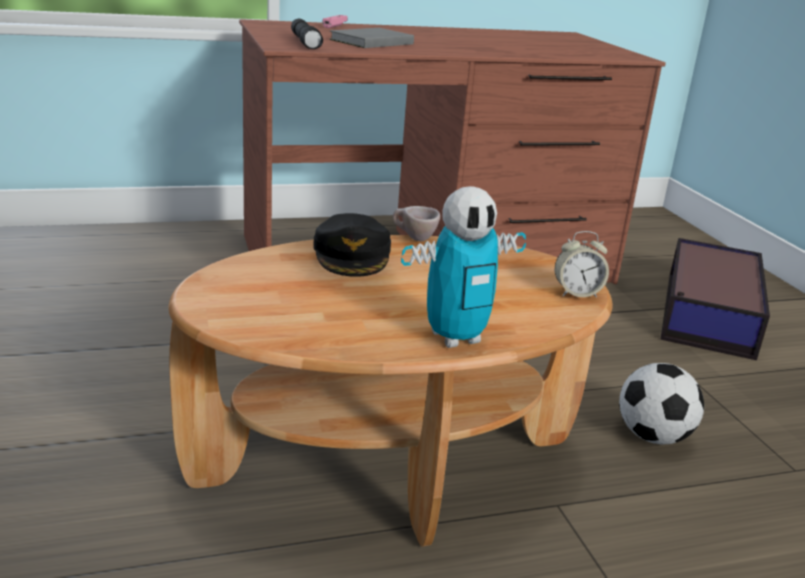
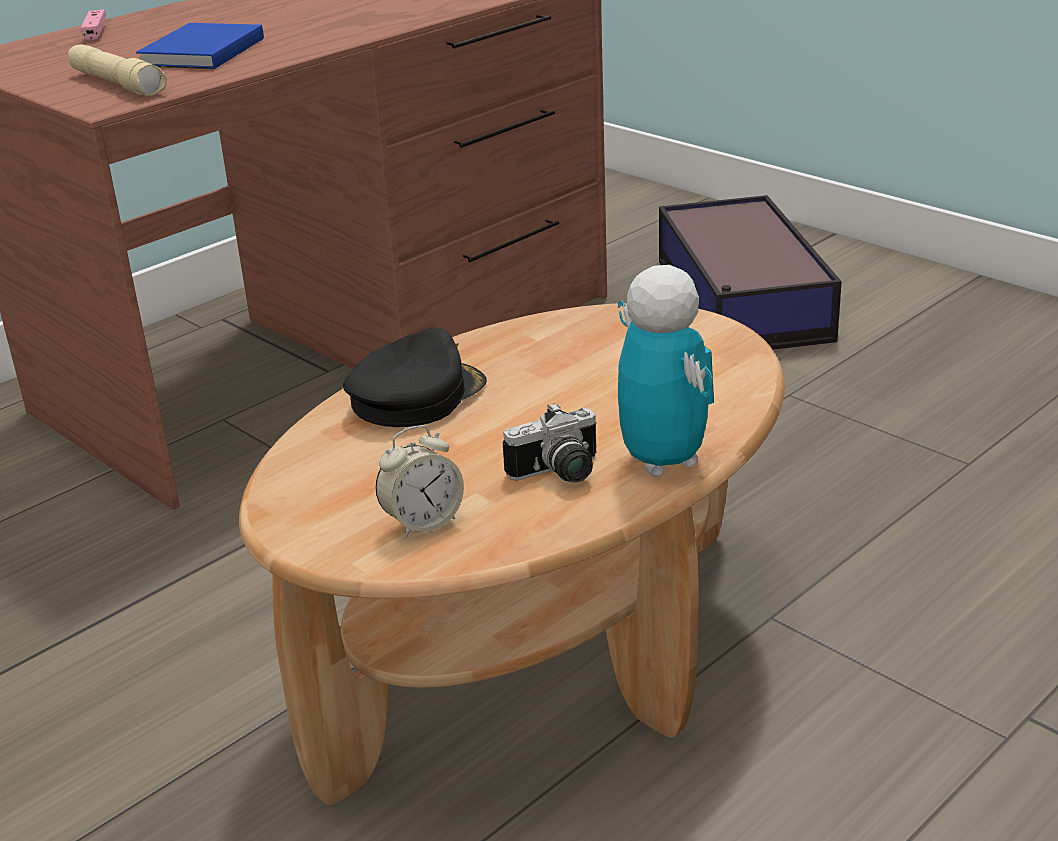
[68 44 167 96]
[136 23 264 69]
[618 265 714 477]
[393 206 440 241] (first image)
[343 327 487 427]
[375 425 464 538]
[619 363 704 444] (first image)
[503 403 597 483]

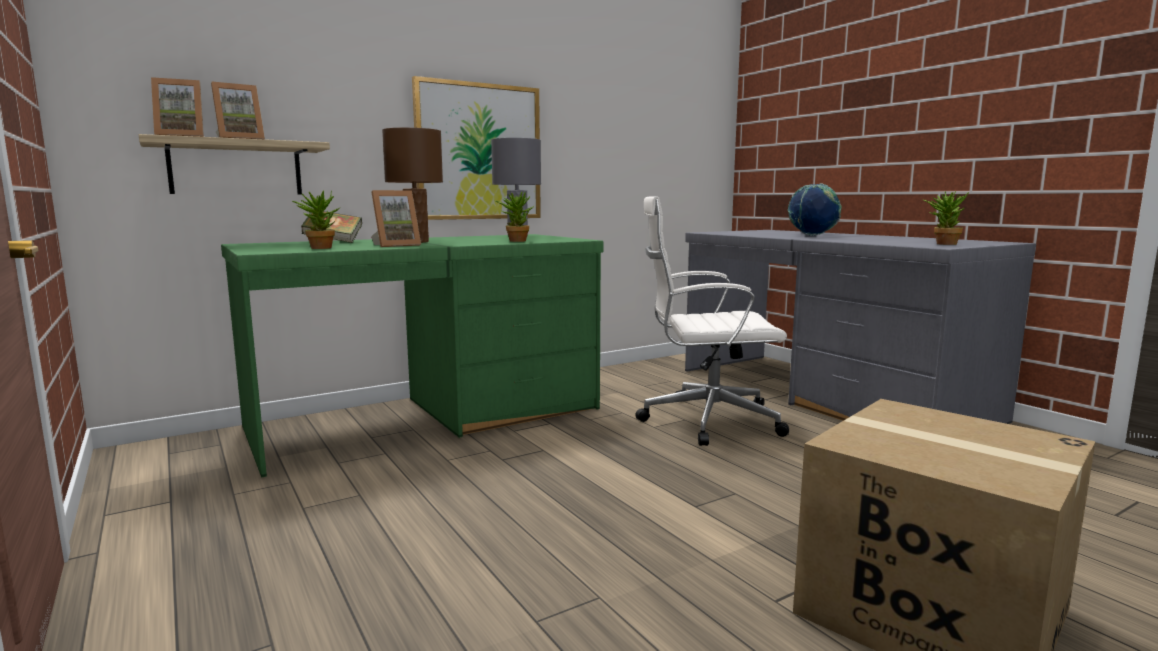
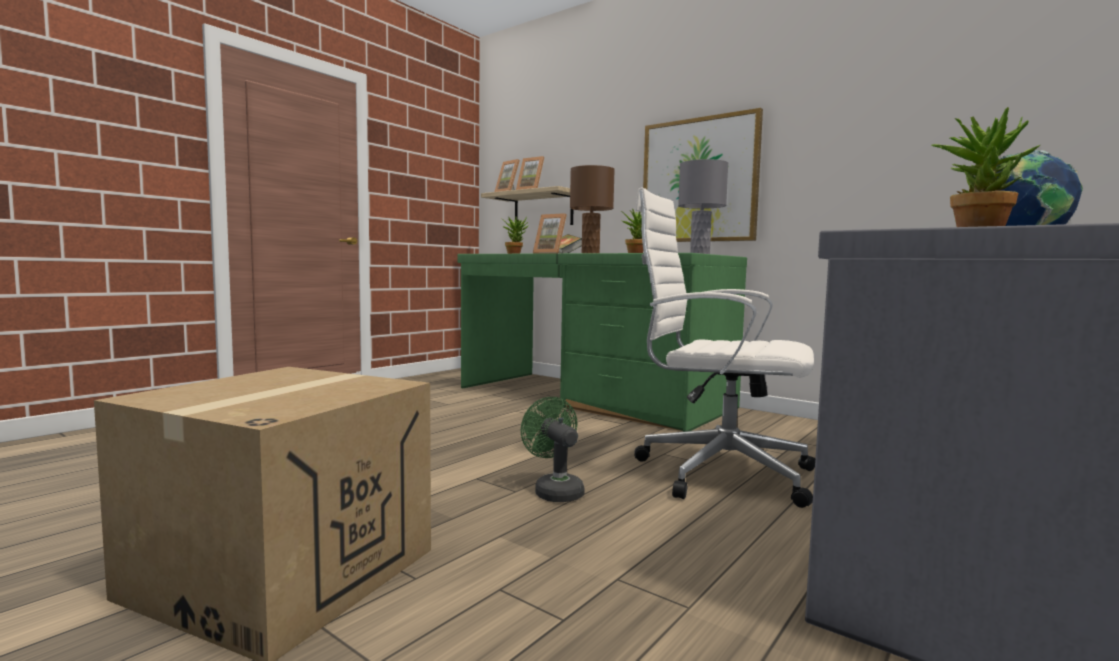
[634 187 815 508]
[521 397 584 502]

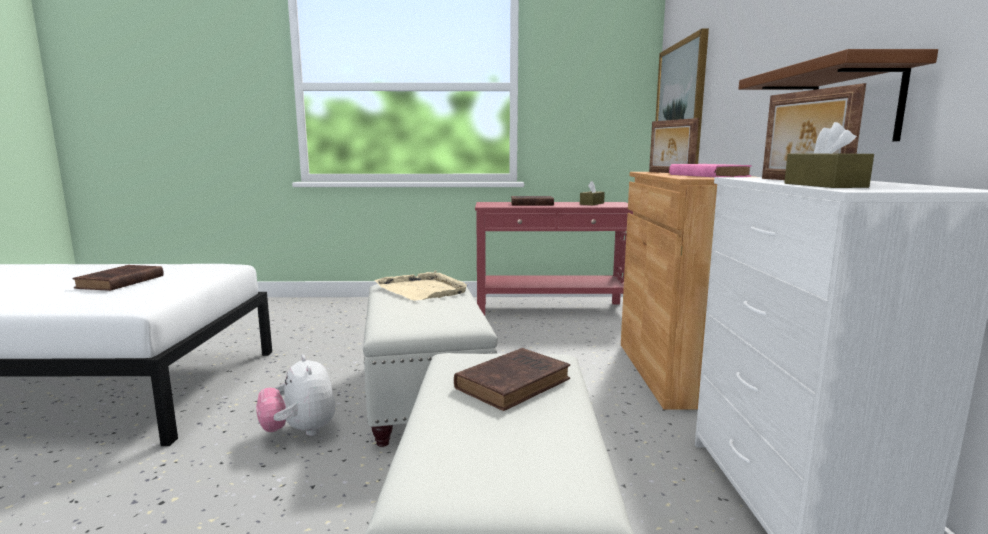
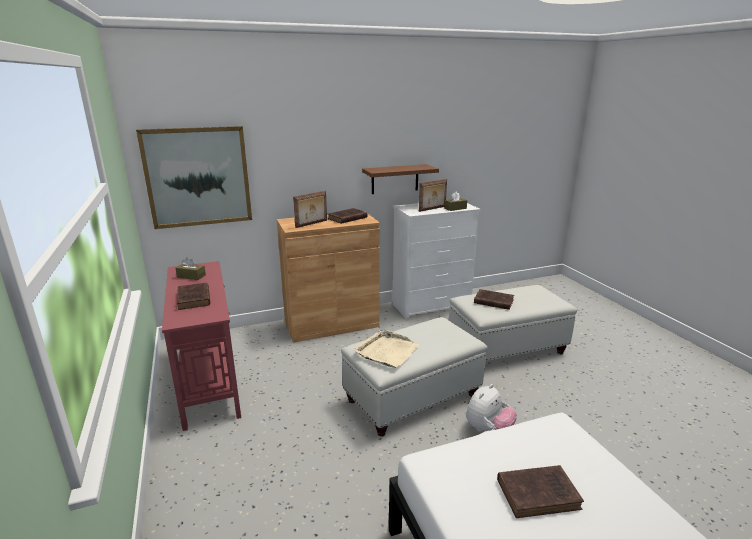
[328 208 367 224]

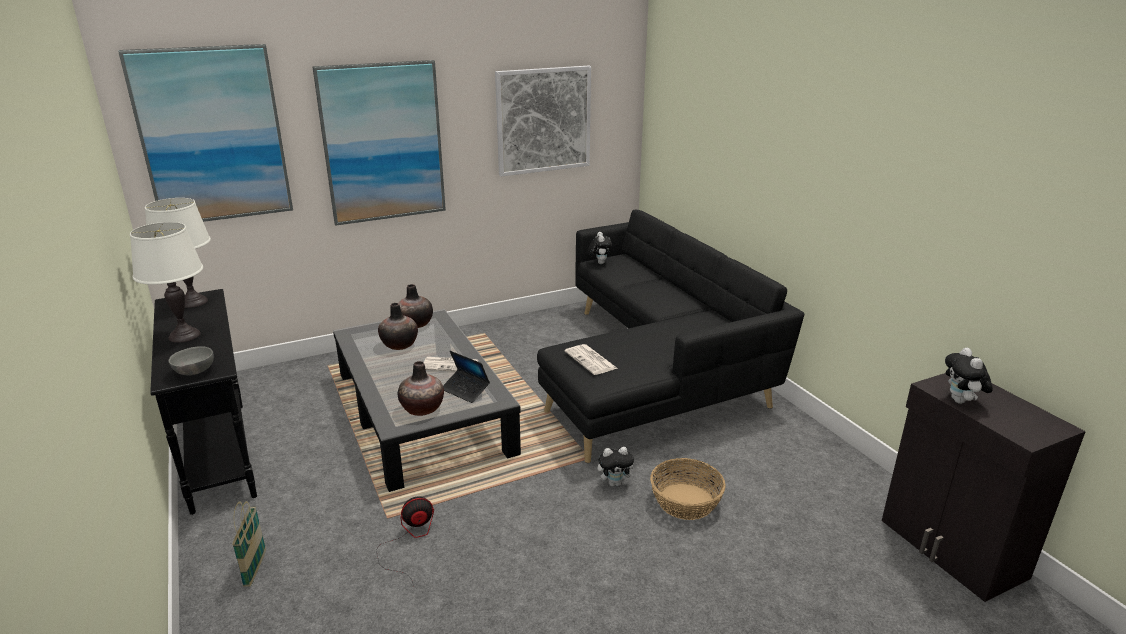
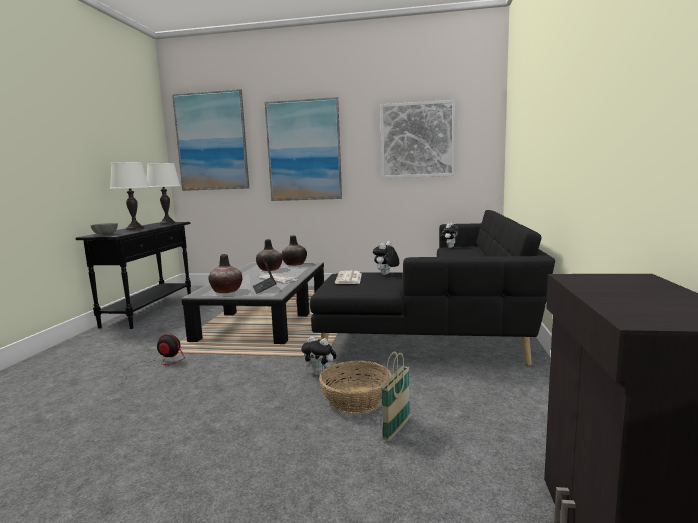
[373 241 399 275]
[381 352 410 441]

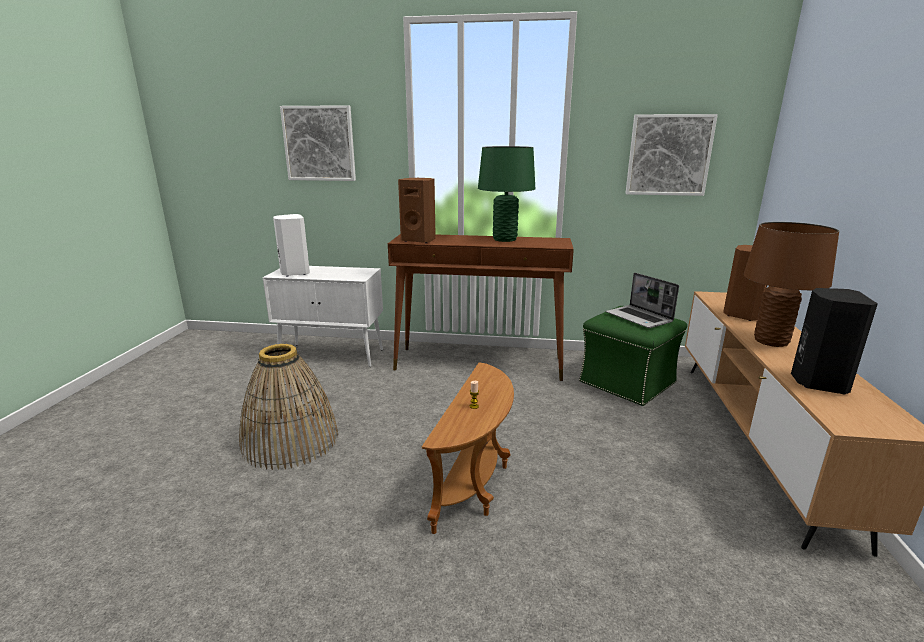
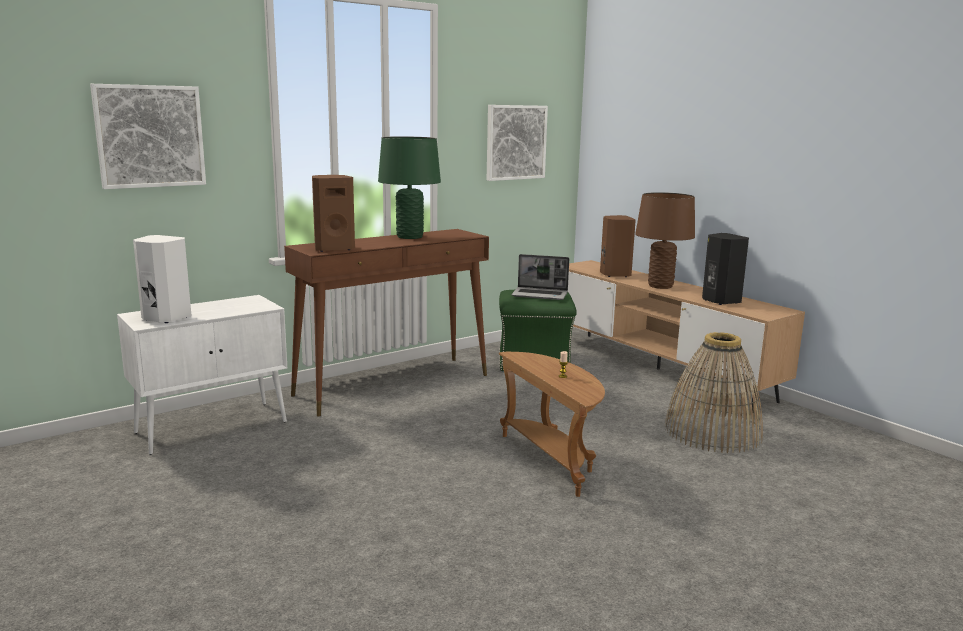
[665 332 763 453]

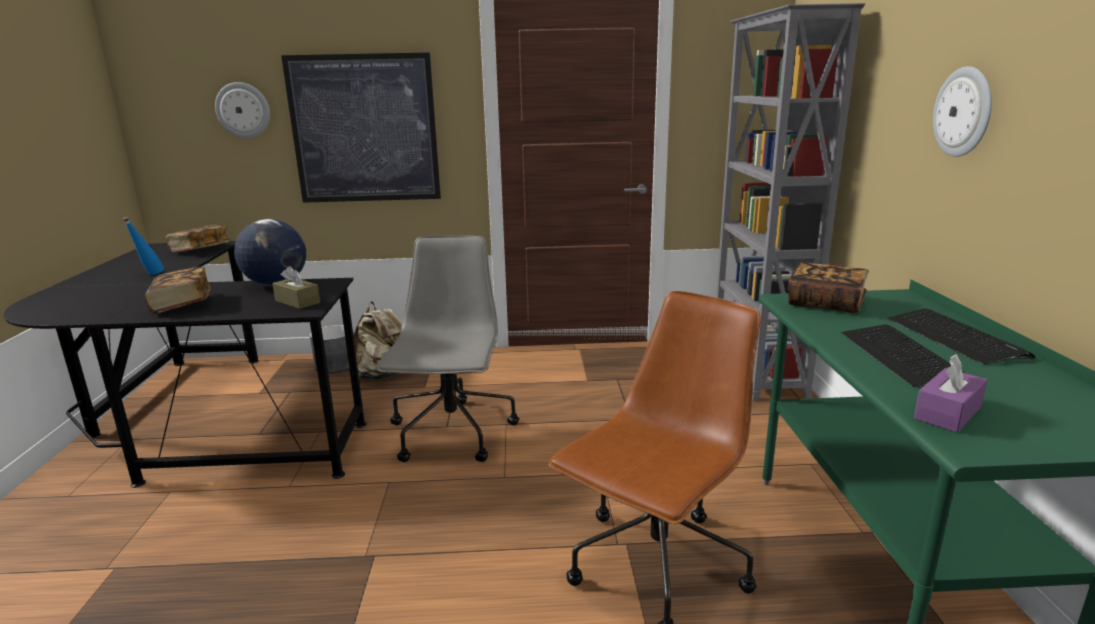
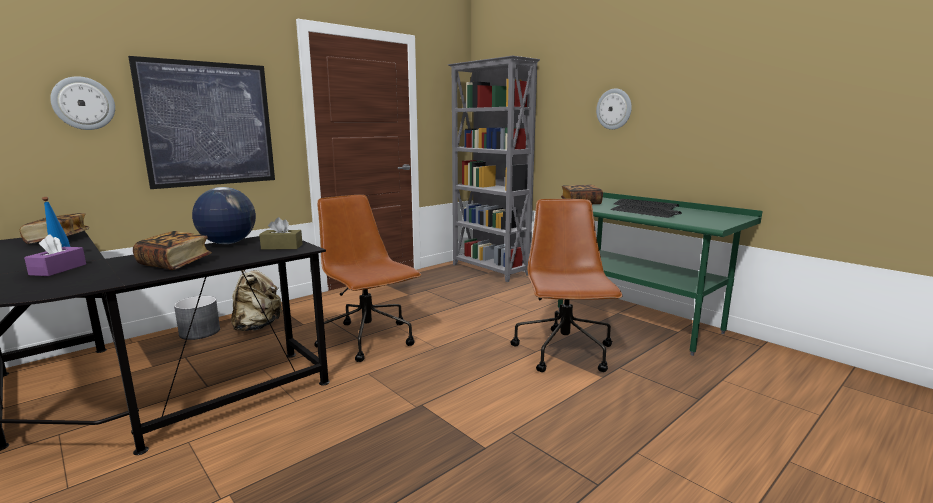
[314 195 421 362]
[24 234 86 276]

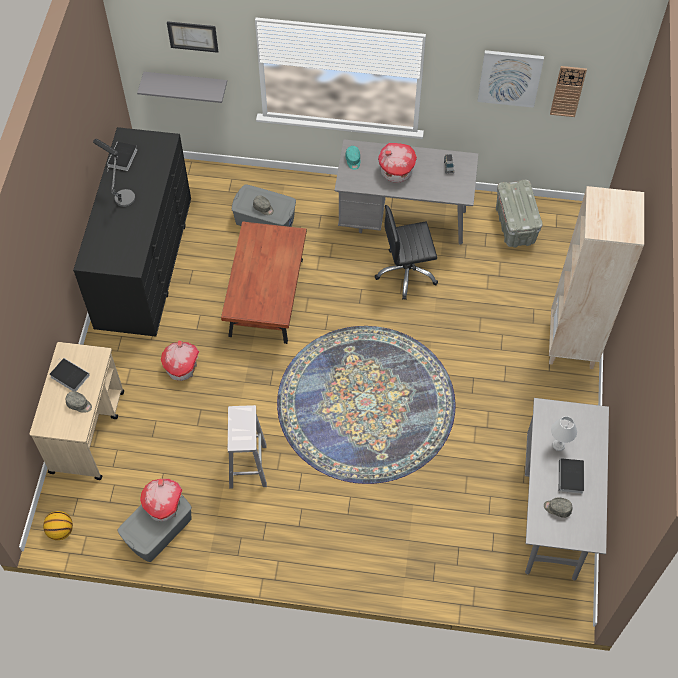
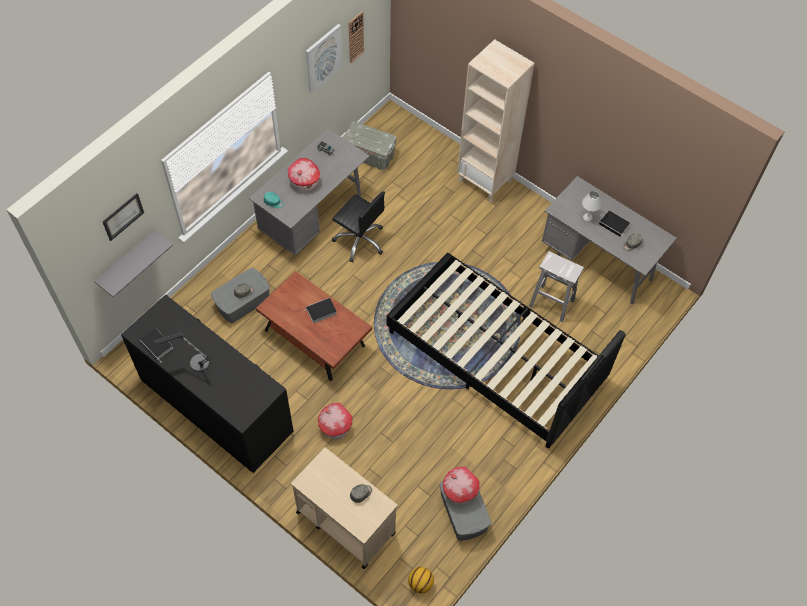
[332 191 385 262]
[302 297 337 323]
[529 251 584 322]
[386 253 626 448]

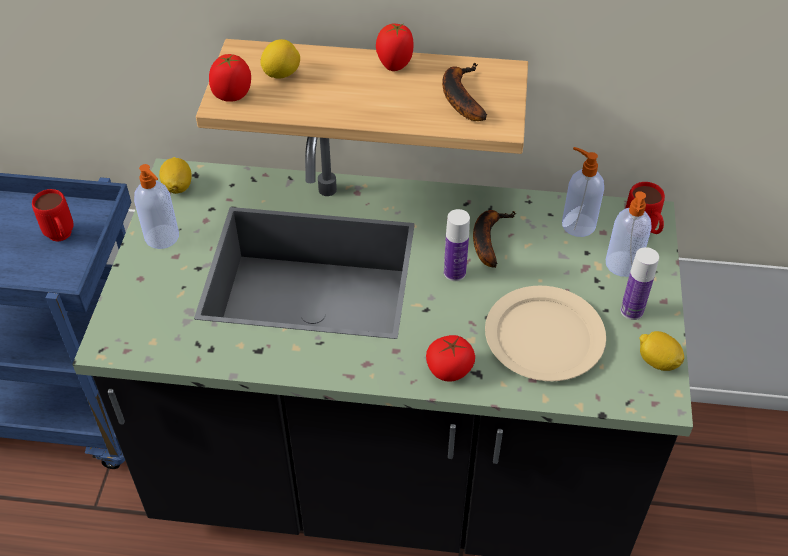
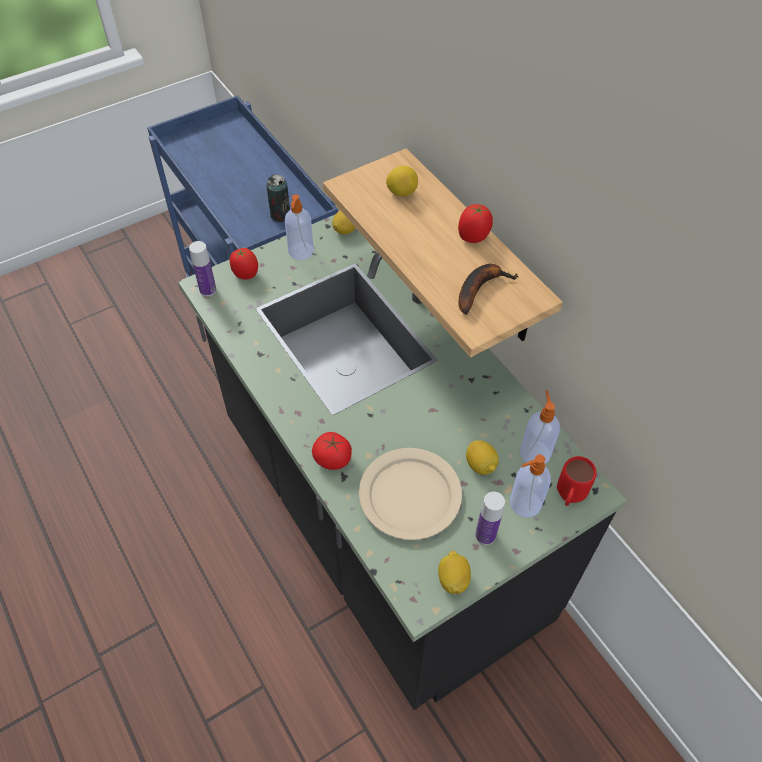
[230 248 258 280]
[266 174 290 222]
[189 241 217 296]
[473 210 516 268] (first image)
[466 440 499 475]

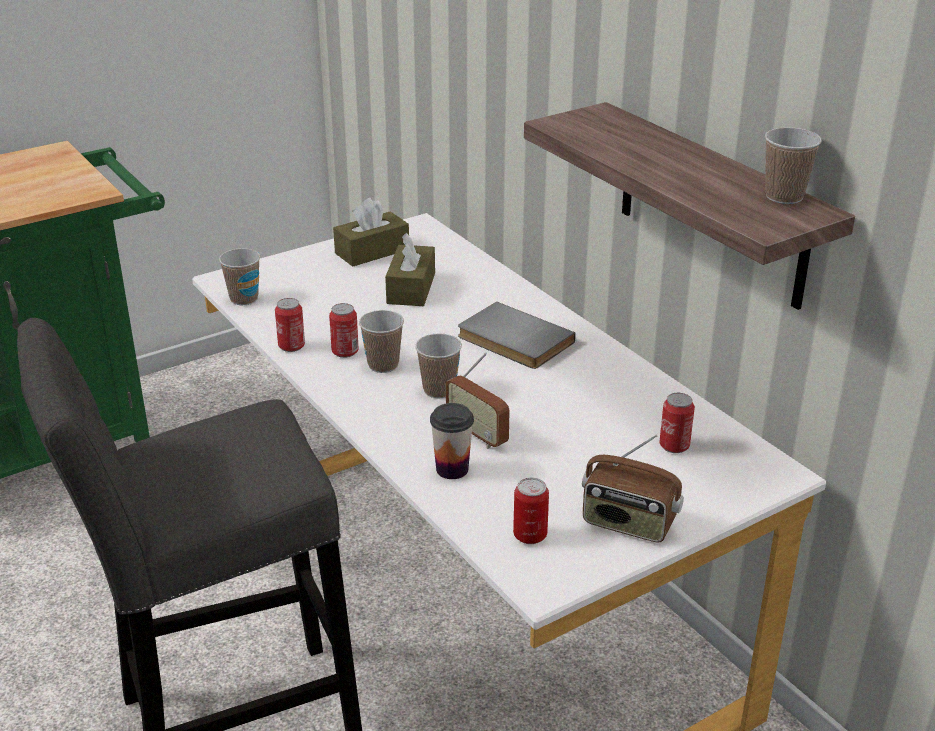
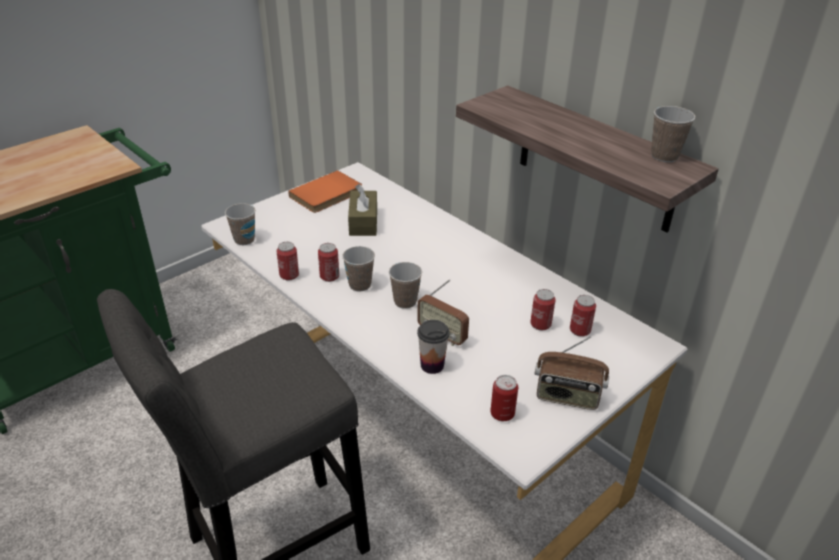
[288 170 362 213]
[458 302 576 369] (first image)
[530 289 556 330]

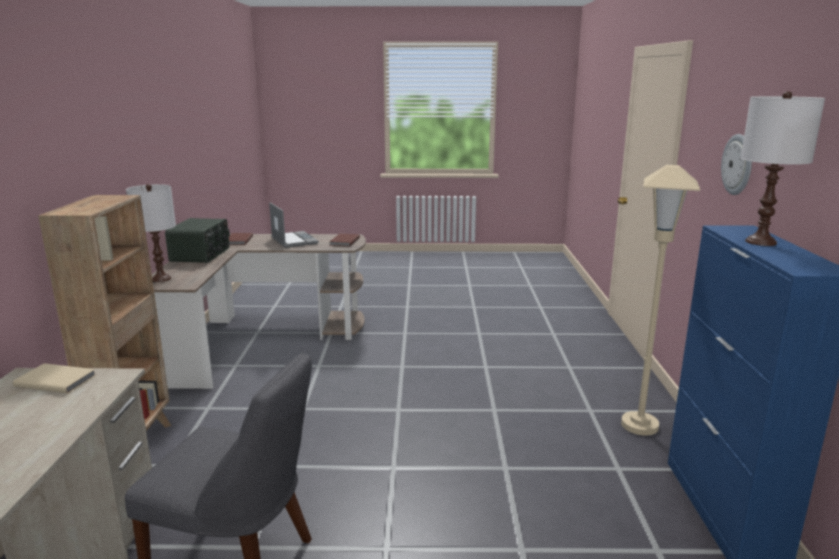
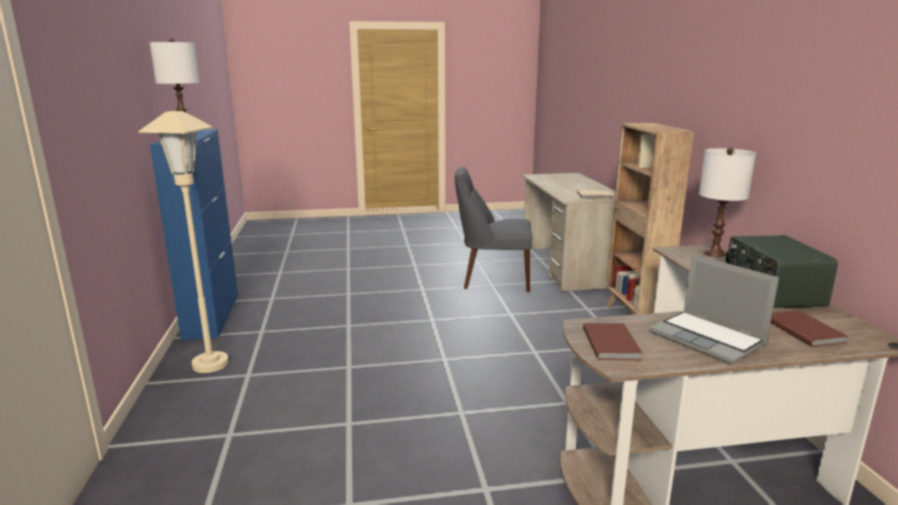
[721 134 752 195] (first image)

